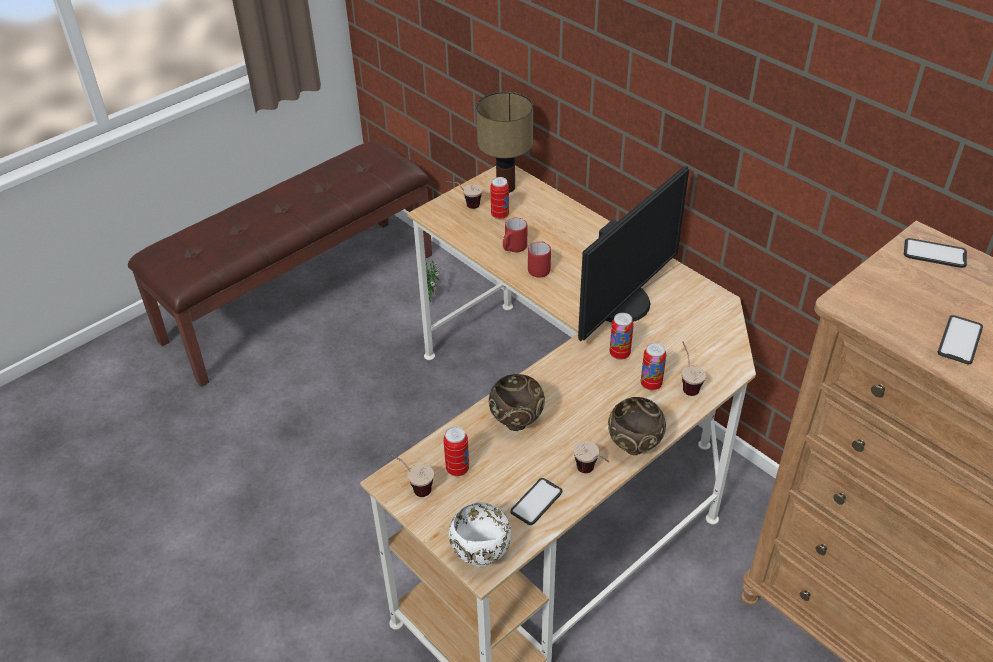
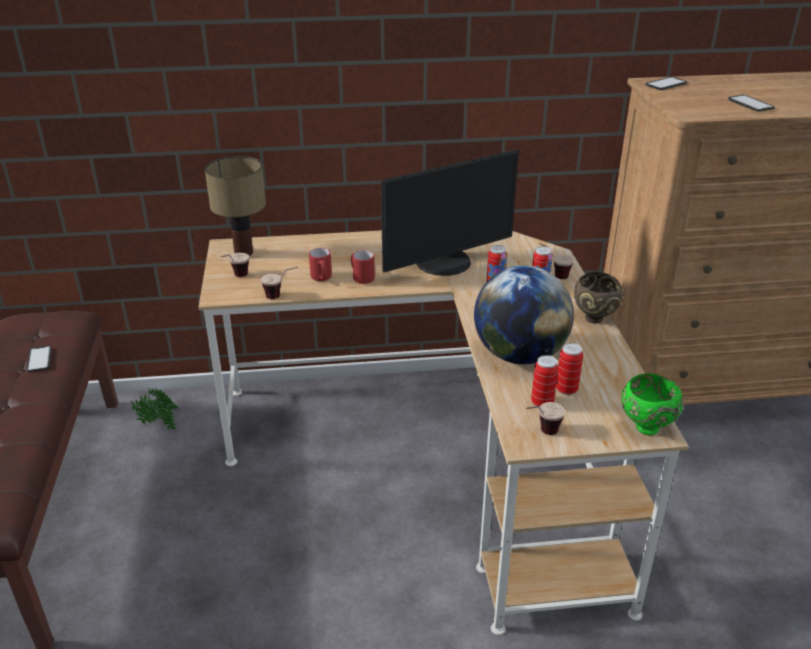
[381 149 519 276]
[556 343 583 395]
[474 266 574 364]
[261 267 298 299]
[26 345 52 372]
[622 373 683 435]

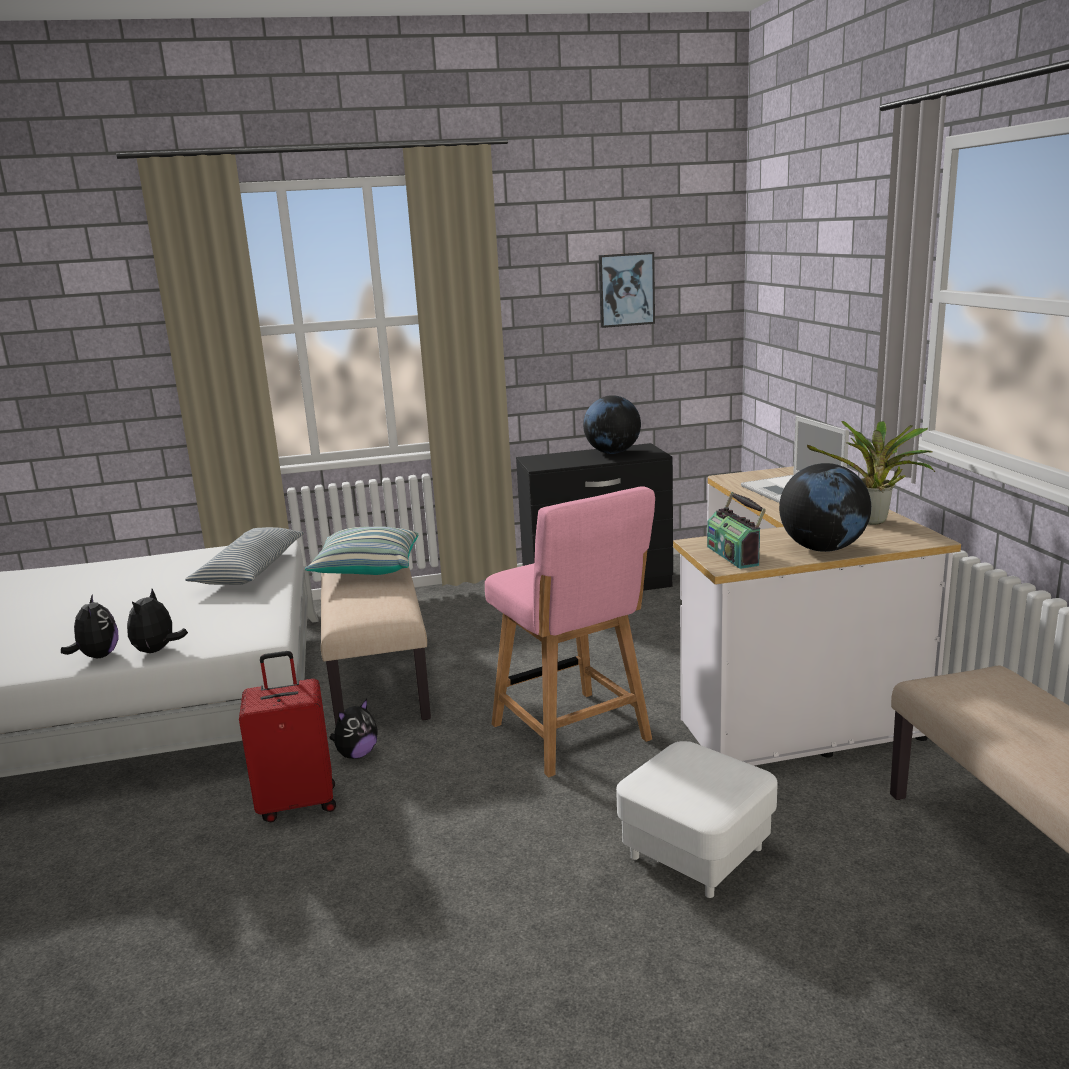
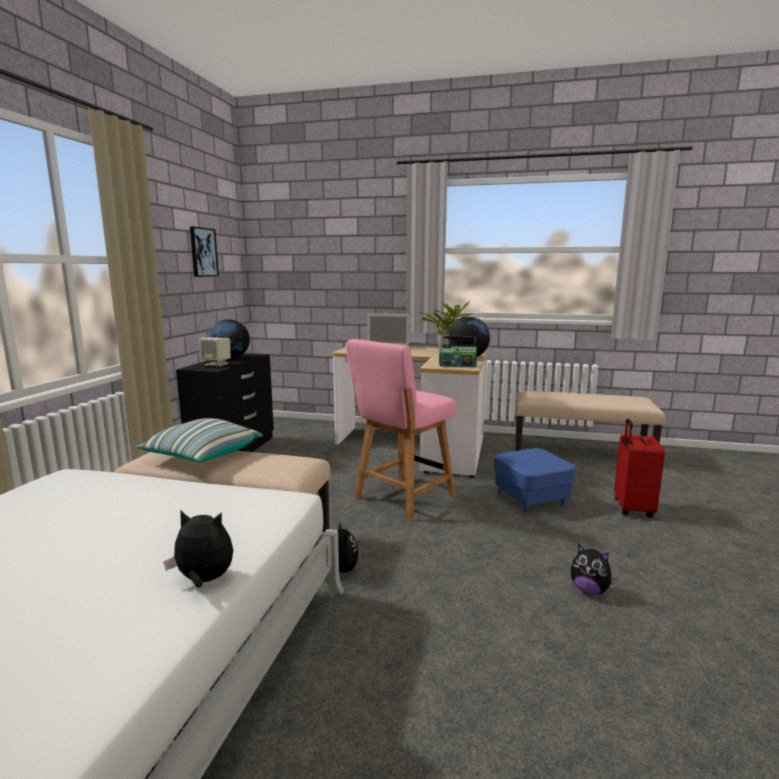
[346 339 456 521]
[185 527 304 585] (first image)
[571 544 617 595]
[614 419 665 518]
[494 448 576 513]
[199 338 231 366]

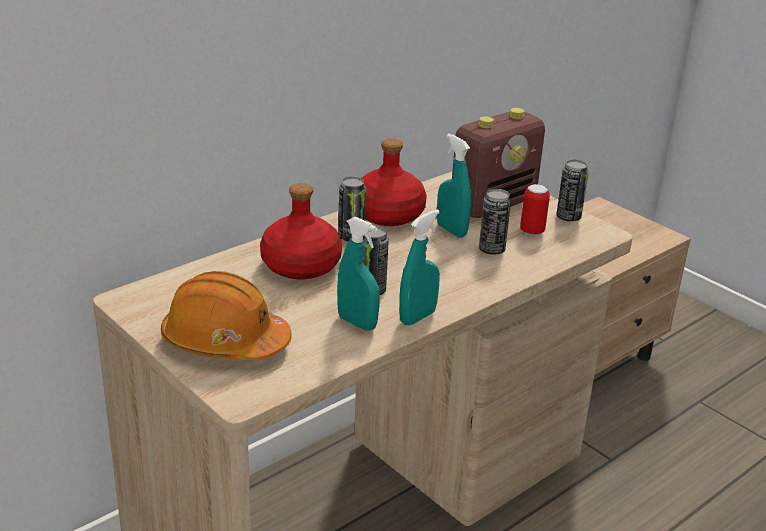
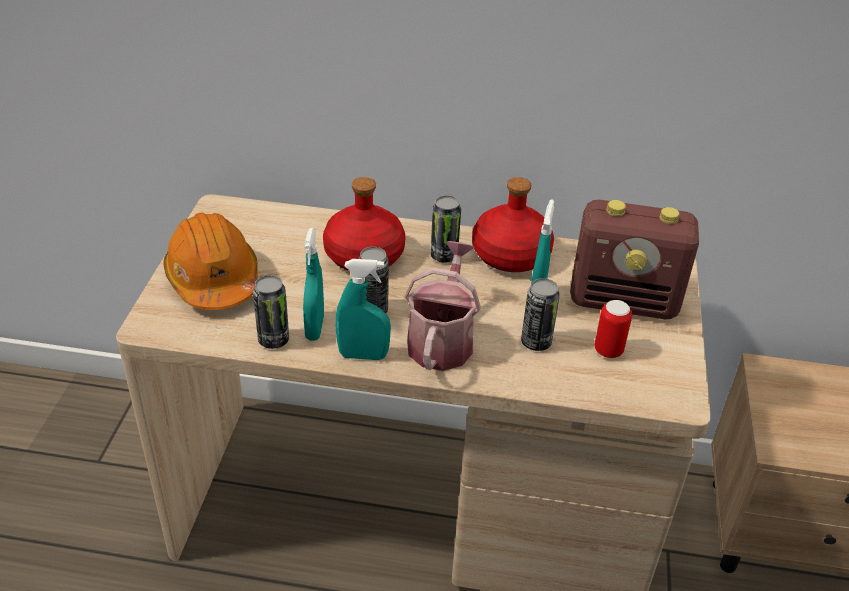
[253 275 289 349]
[405 241 481 371]

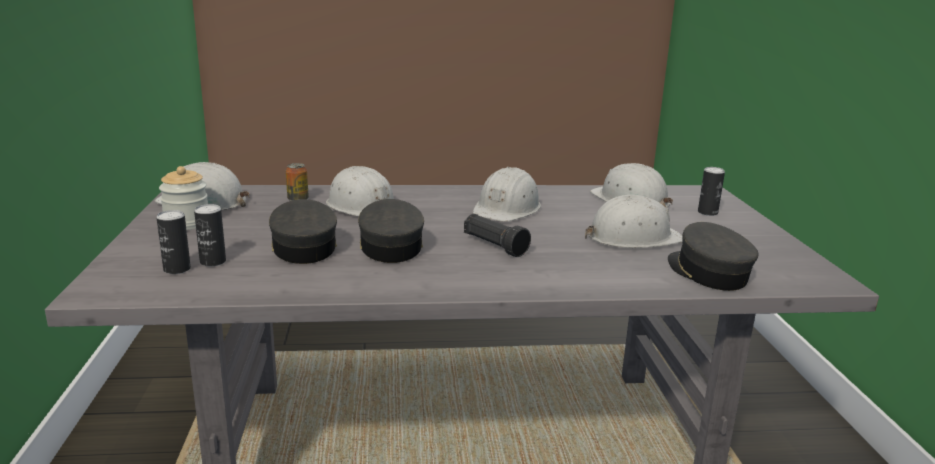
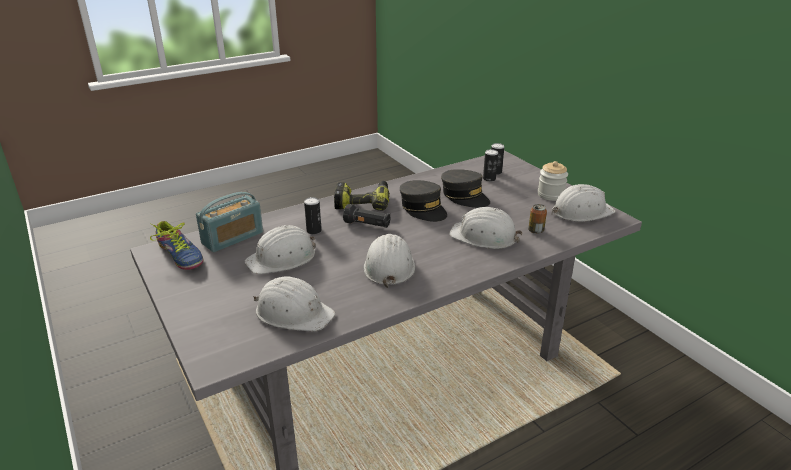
[304 197 322 234]
[196 192 263 252]
[334 181 390 211]
[150 221 203 270]

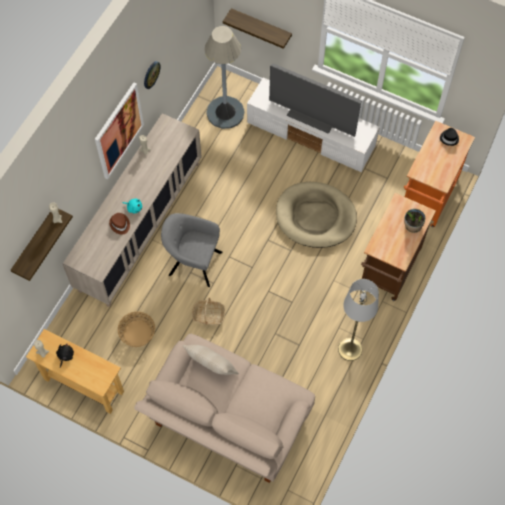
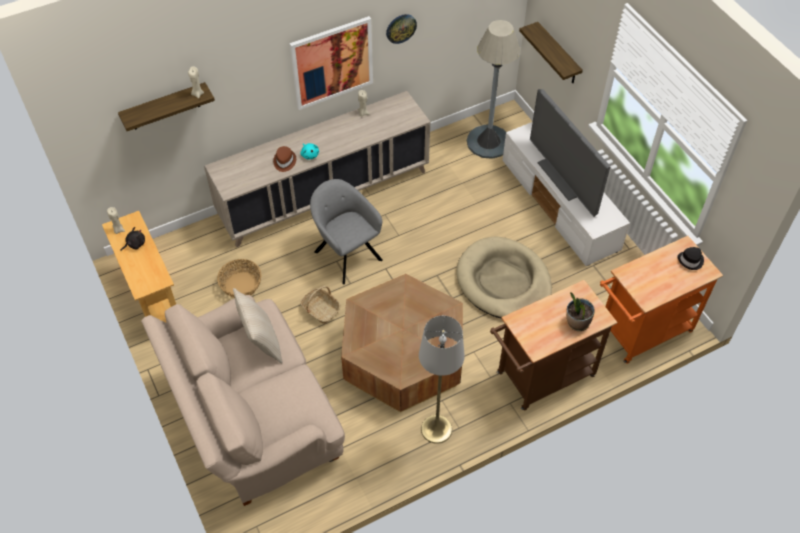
[341 274 463 412]

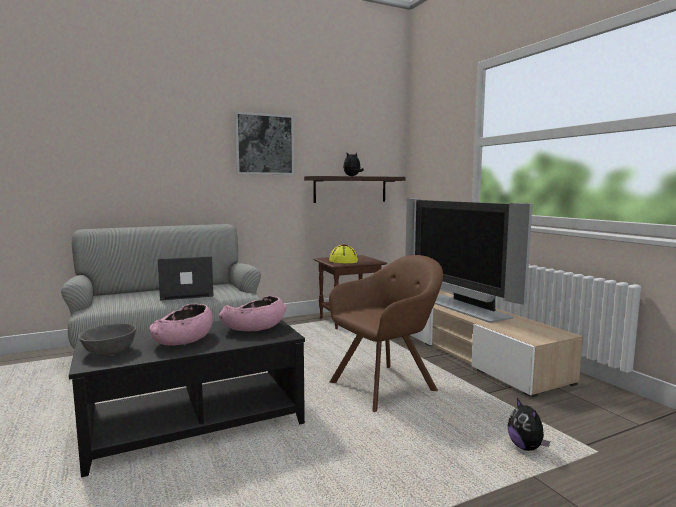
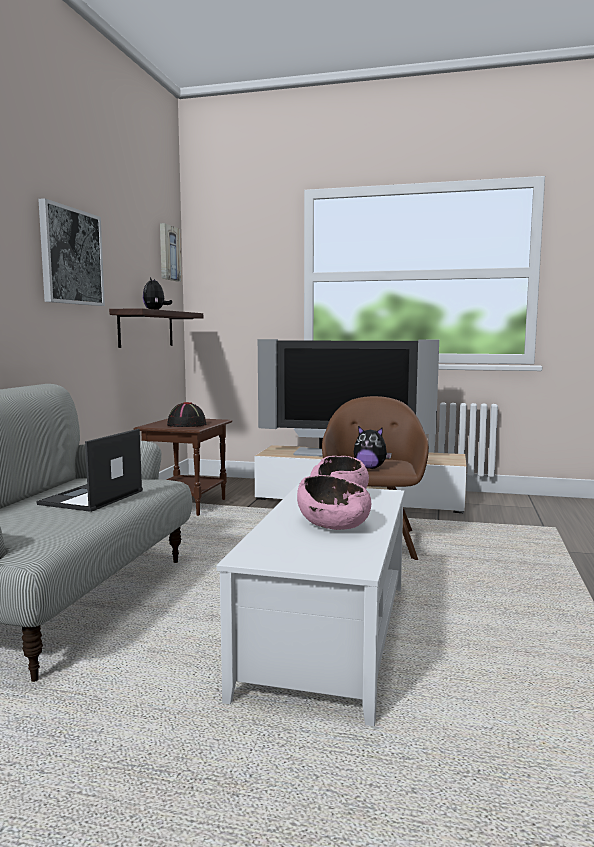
[167 402 206 427]
[217 484 404 726]
[78 323 137 356] (first image)
[354 426 392 469]
[160 223 181 281]

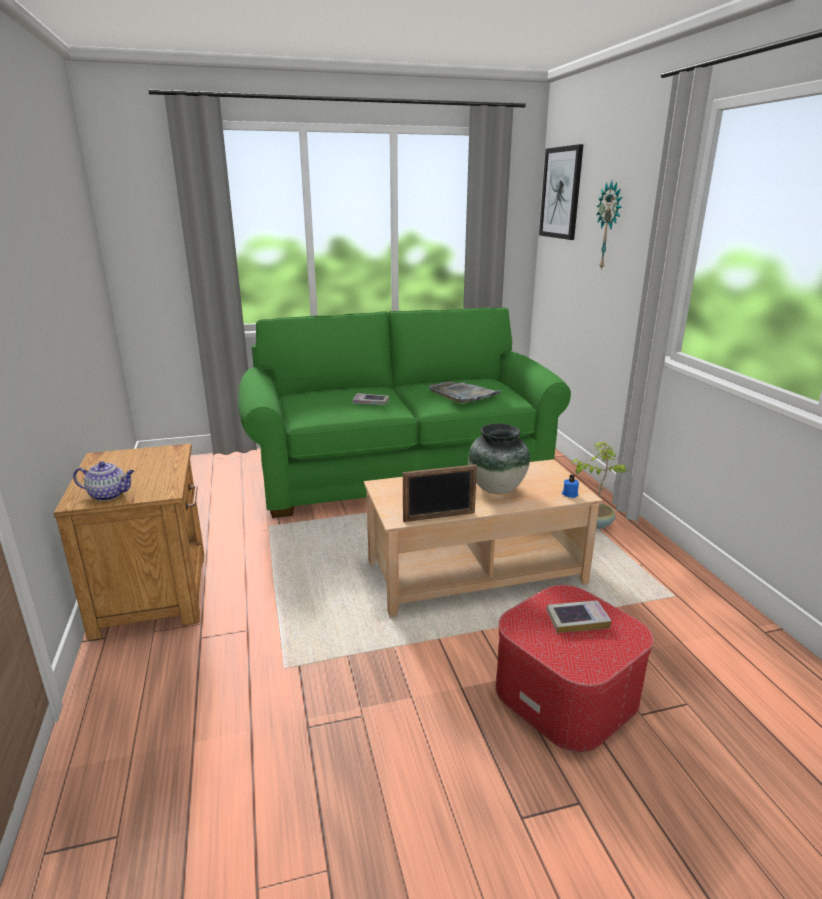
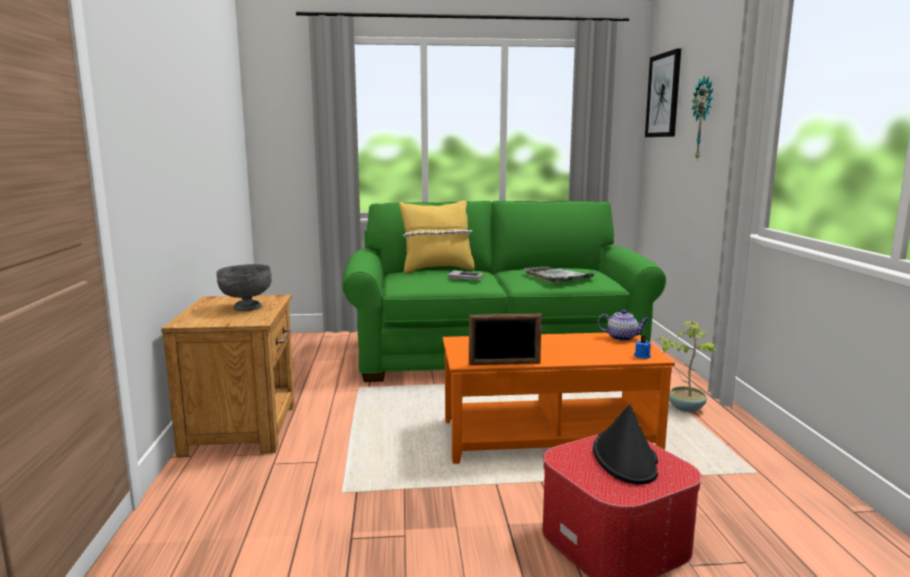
[468 424 530 494] (first image)
[443 333 675 464]
[597 309 649 341]
[593 404 658 485]
[399 201 475 273]
[216 264 272 311]

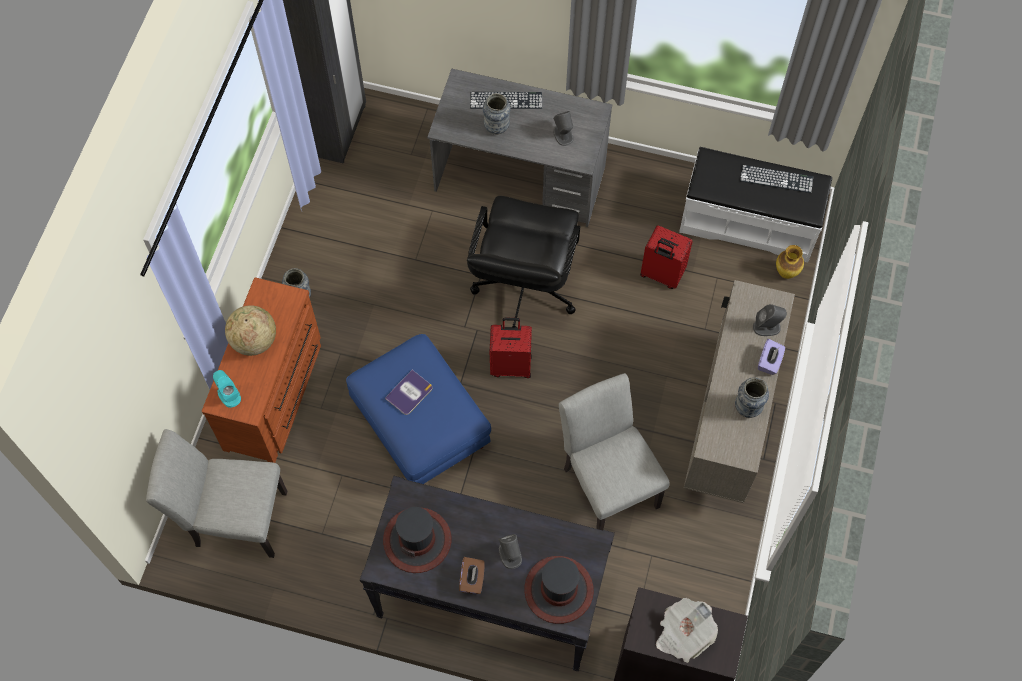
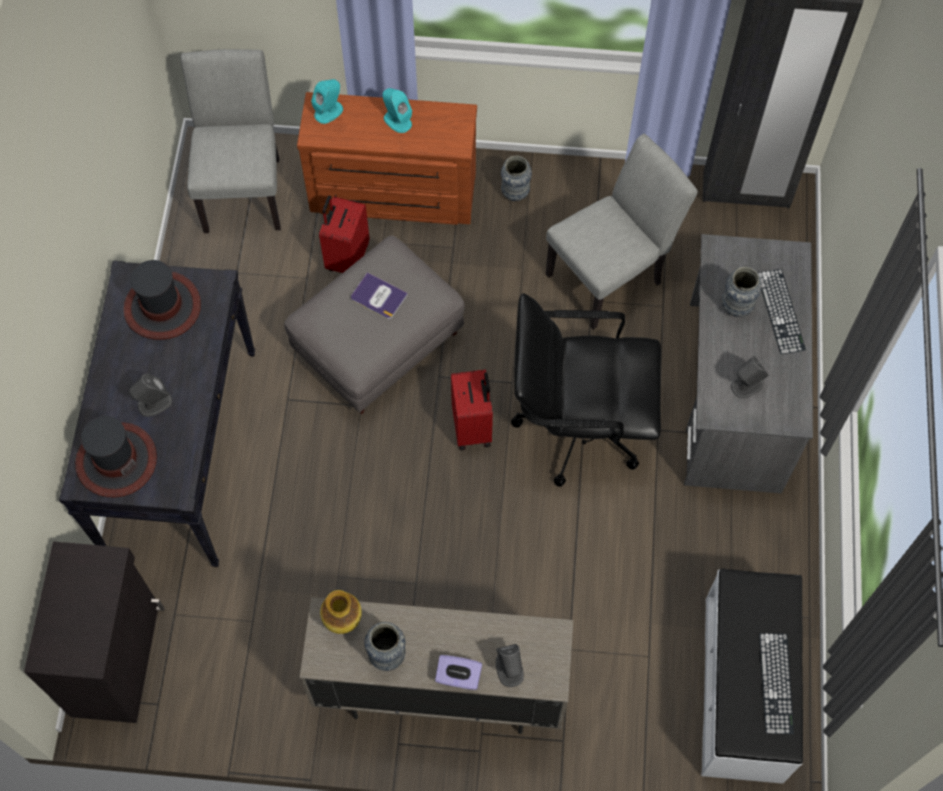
[319 196 370 273]
[320 590 362 634]
[383 88 412 133]
[284 236 465 414]
[546 134 698 330]
[459 557 485 594] (first image)
[656 598 718 663] (first image)

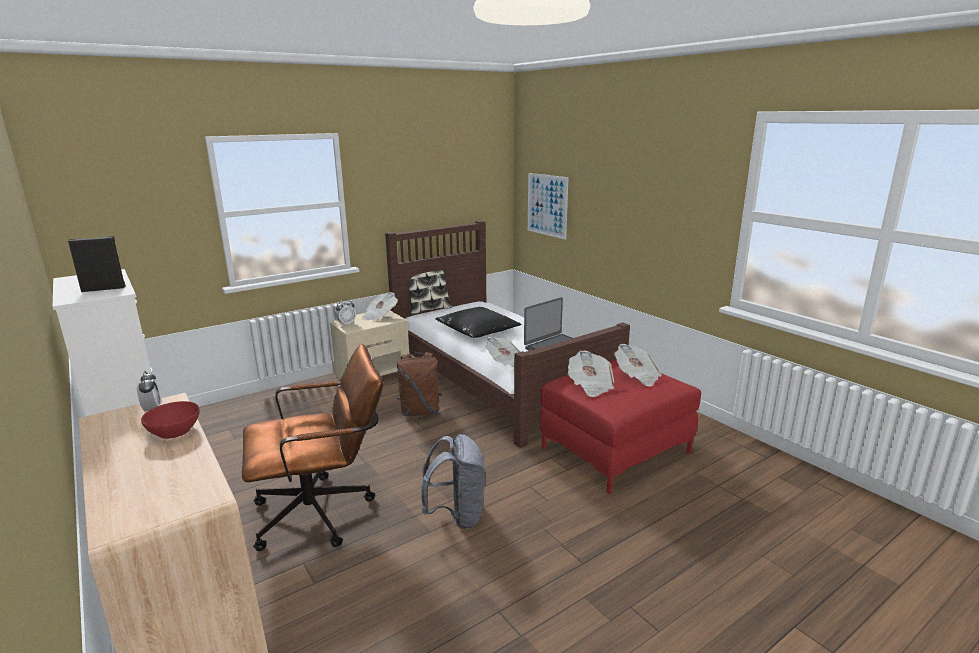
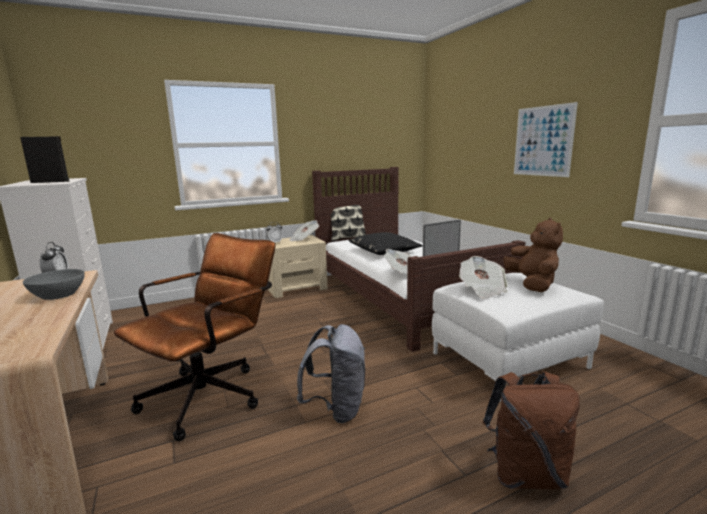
[514 102 578 177]
[114 233 275 441]
[504 218 563 292]
[483 371 580 489]
[432 273 604 402]
[23 269 85 300]

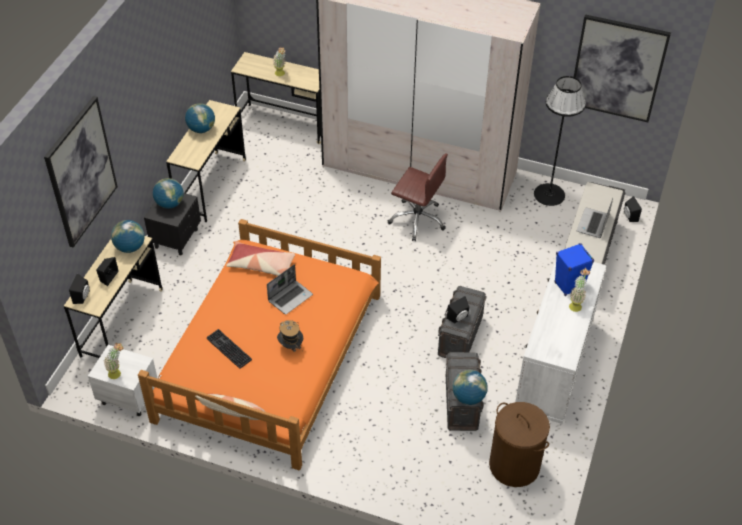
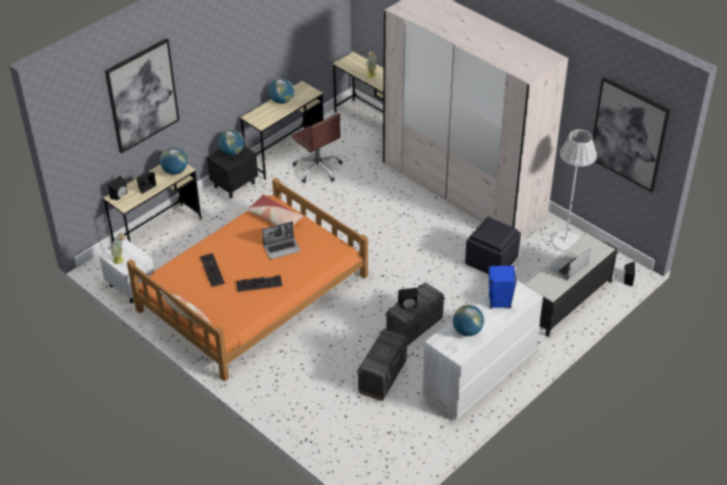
[551 129 597 251]
[292 113 343 183]
[569 268 590 312] (first image)
[237 275 282 292]
[453 305 484 336]
[489 402 550 487] (first image)
[465 217 521 274]

